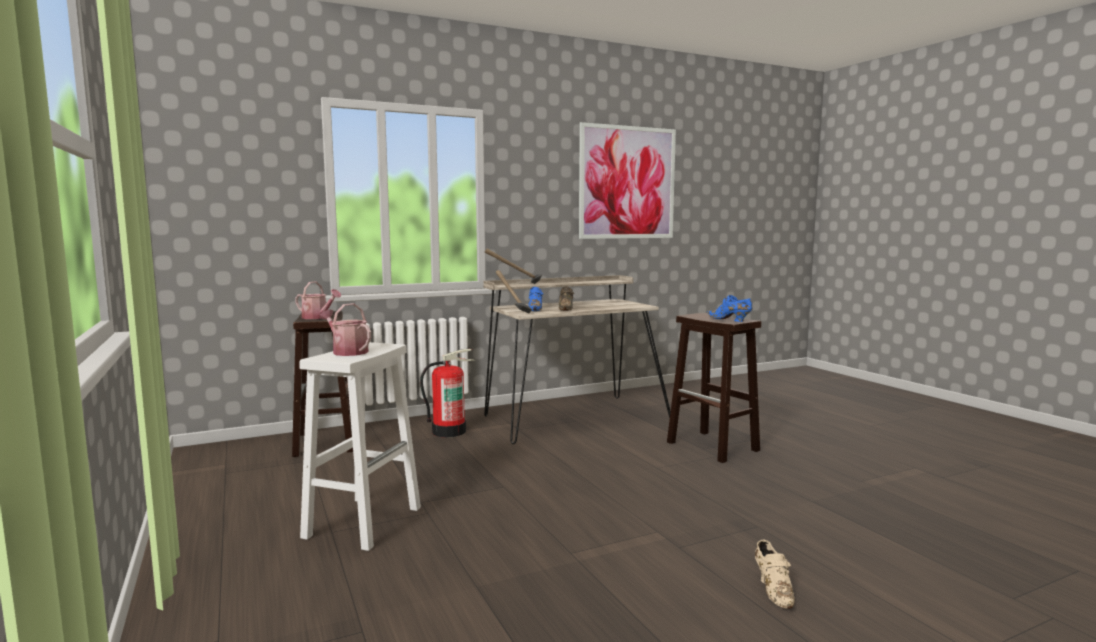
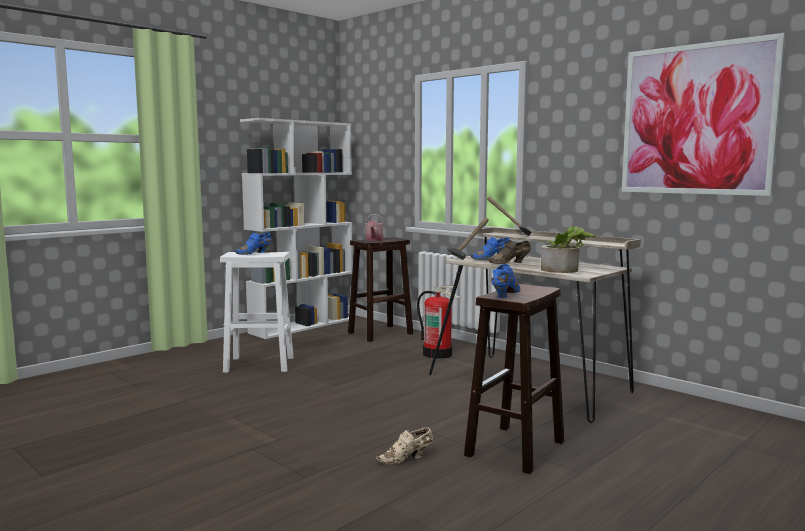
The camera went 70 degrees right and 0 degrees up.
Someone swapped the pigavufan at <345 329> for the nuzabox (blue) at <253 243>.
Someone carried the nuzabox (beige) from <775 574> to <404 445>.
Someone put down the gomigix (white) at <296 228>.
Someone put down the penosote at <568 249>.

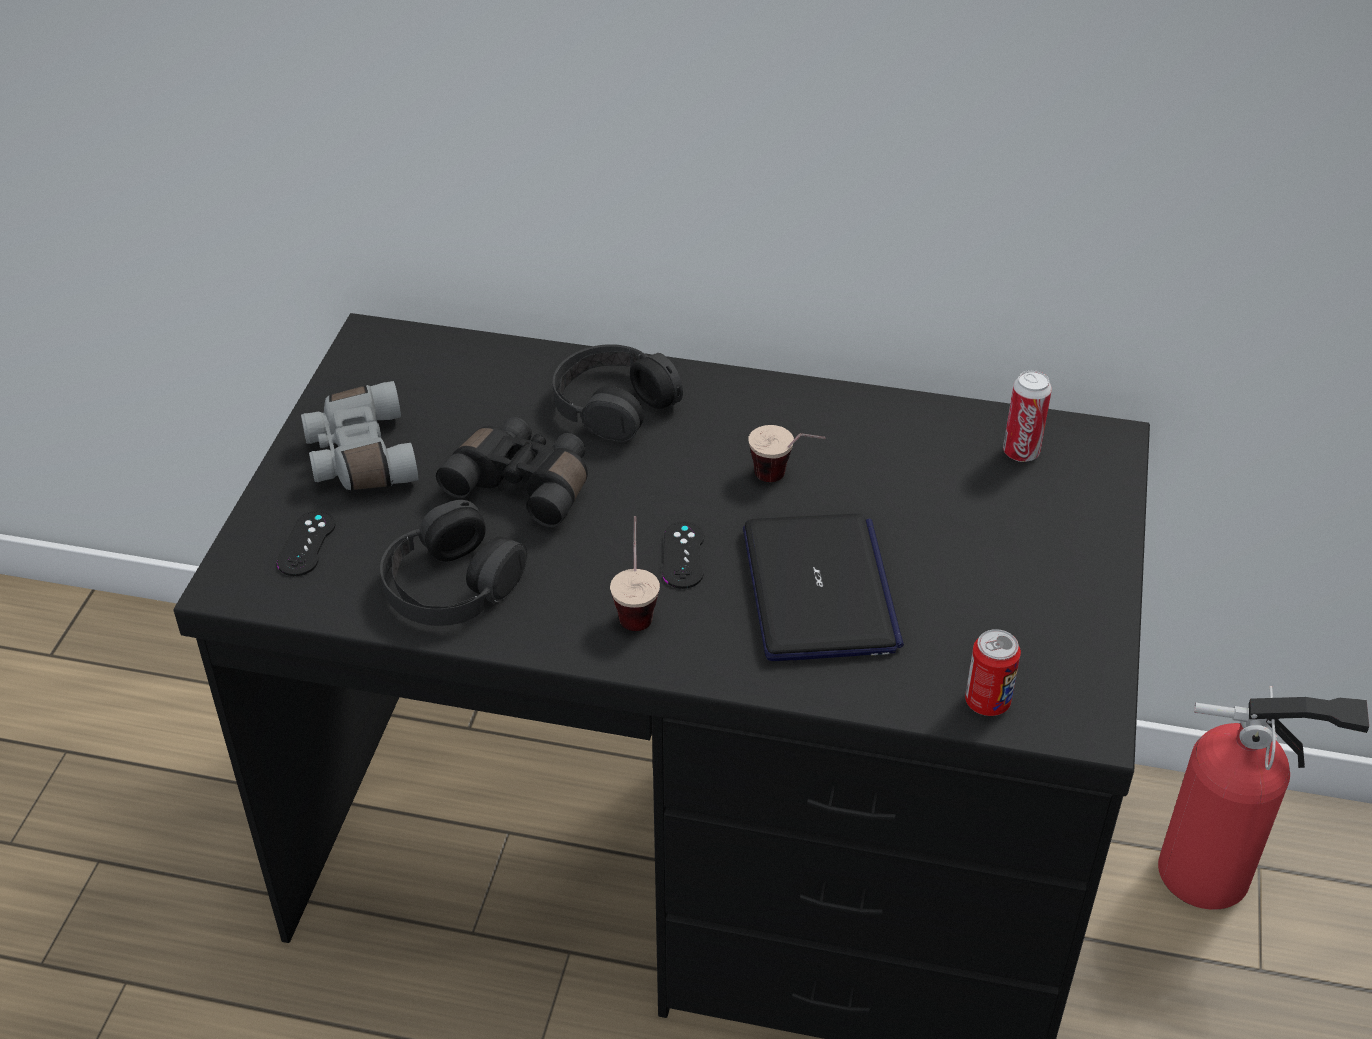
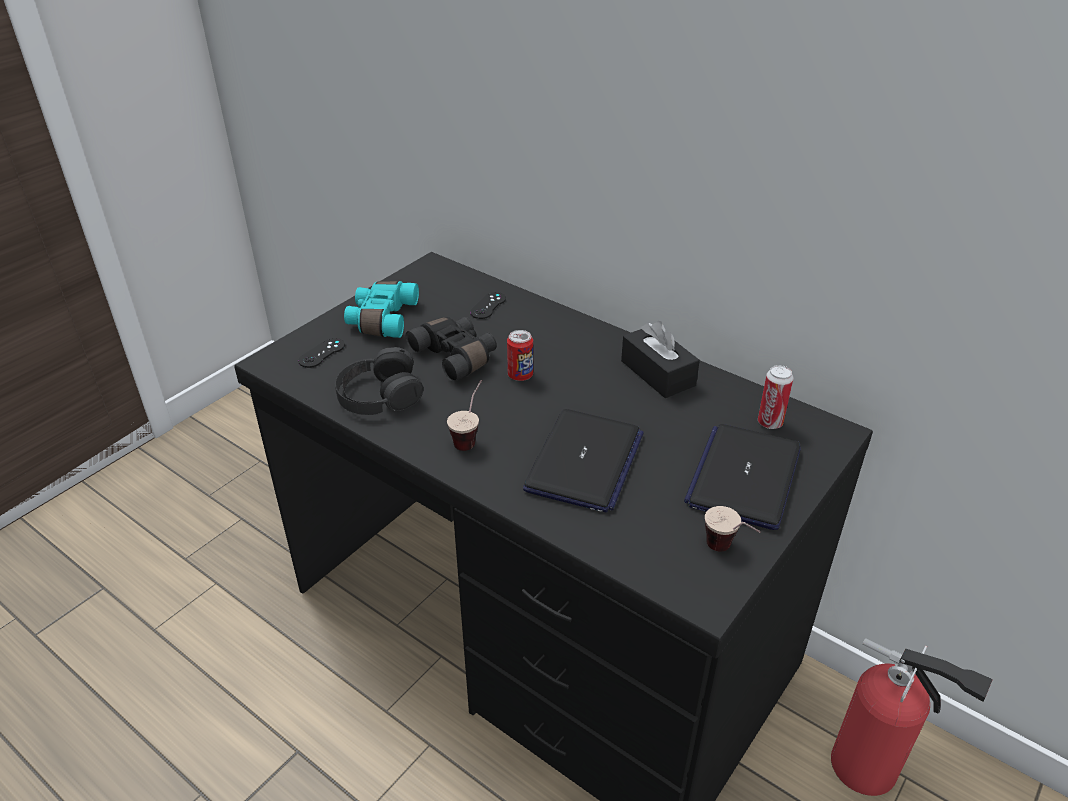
The camera went 25 degrees right and 5 degrees down.
Someone repainted the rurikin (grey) at <359 435>, which became the rurikin (turquoise) at <381 309>.
Someone took away the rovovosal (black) at <618 393>.
Someone carried the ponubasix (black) from <683 555> to <488 305>.
Someone carried the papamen from <787 453> to <733 529>.
Someone carried the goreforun from <993 672> to <520 355>.
Someone put down the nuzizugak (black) at <660 359>.
Someone put down the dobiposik at <742 477>.

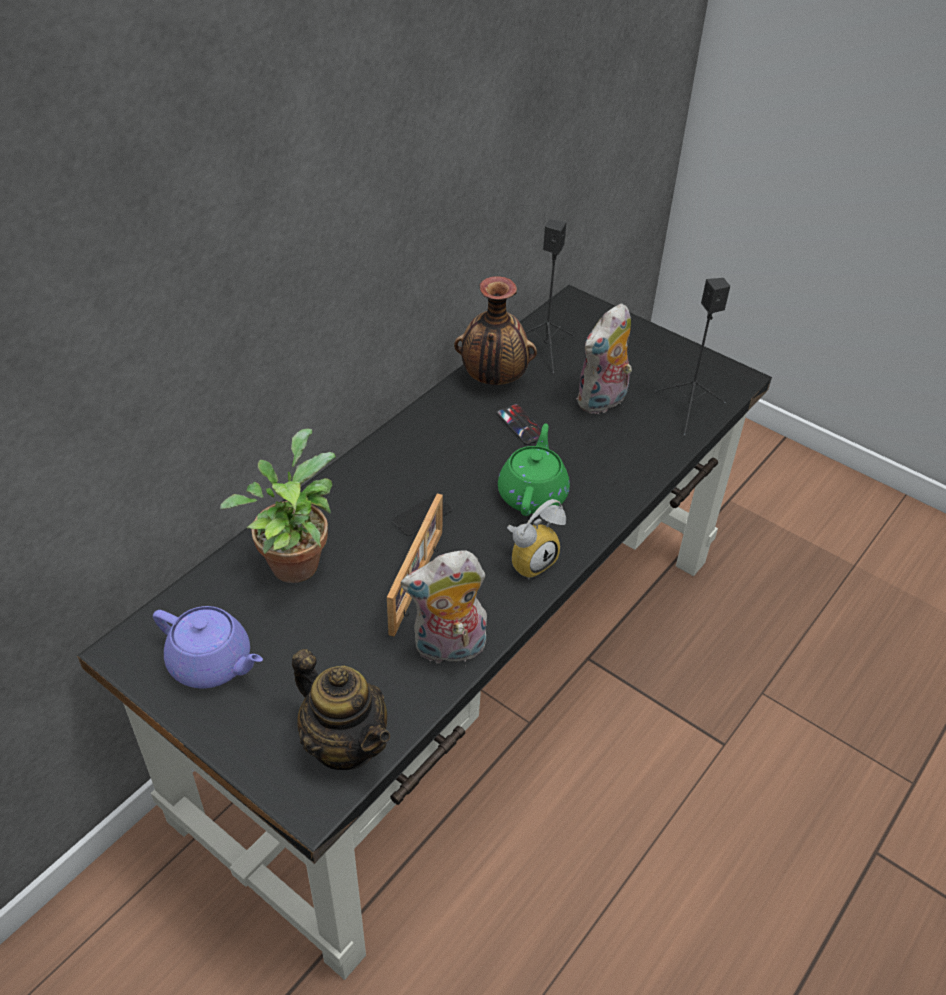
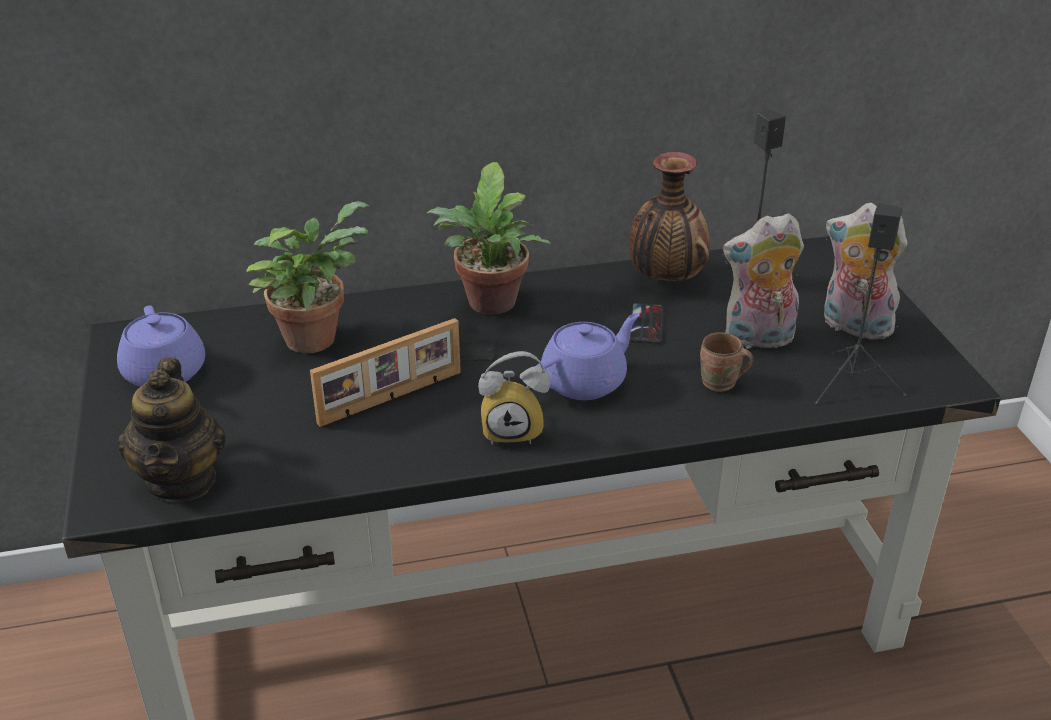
The camera went 40 degrees right and 10 degrees down.
Someone carried the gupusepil from <444 608> to <865 271>.
Someone repainted the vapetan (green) at <534 470>, which became the vapetan (purple) at <588 356>.
Someone put down the penosote at <488 238>.
Someone put down the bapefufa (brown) at <727 362>.

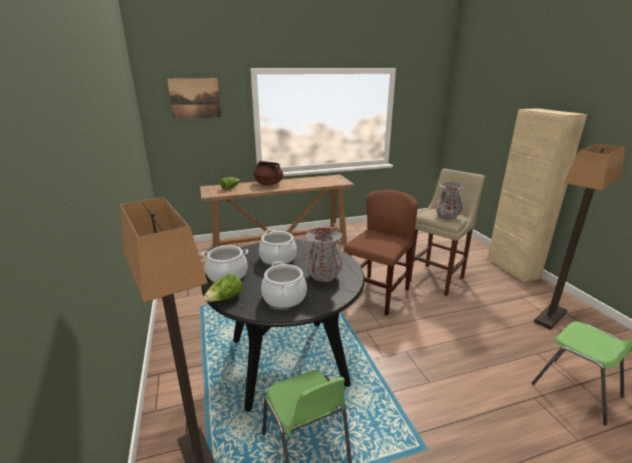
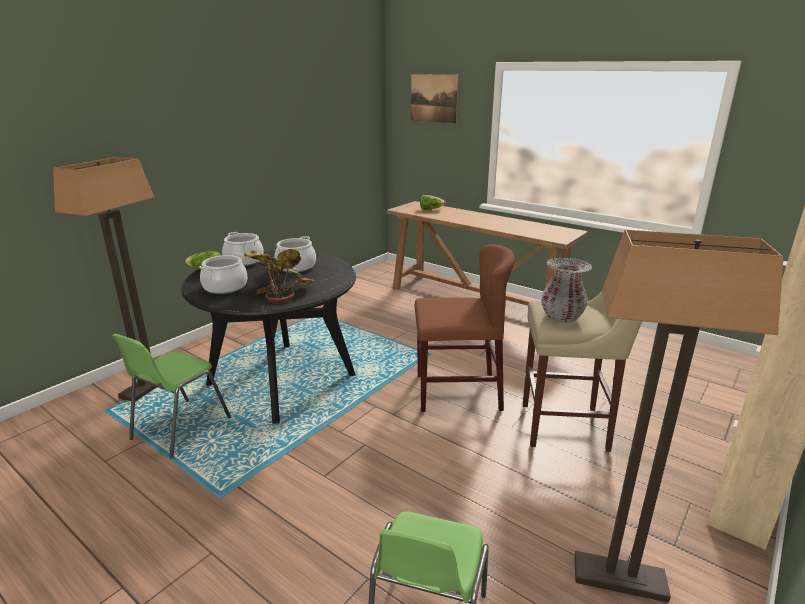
The camera went 55 degrees right and 0 degrees up.
Someone took away the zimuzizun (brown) at <268 173>.
Someone swapped the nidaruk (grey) at <324 255> for the penosote at <279 275>.

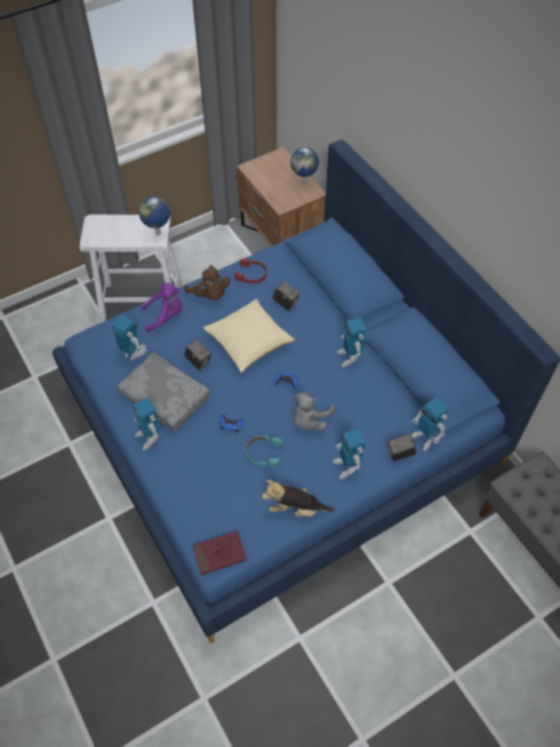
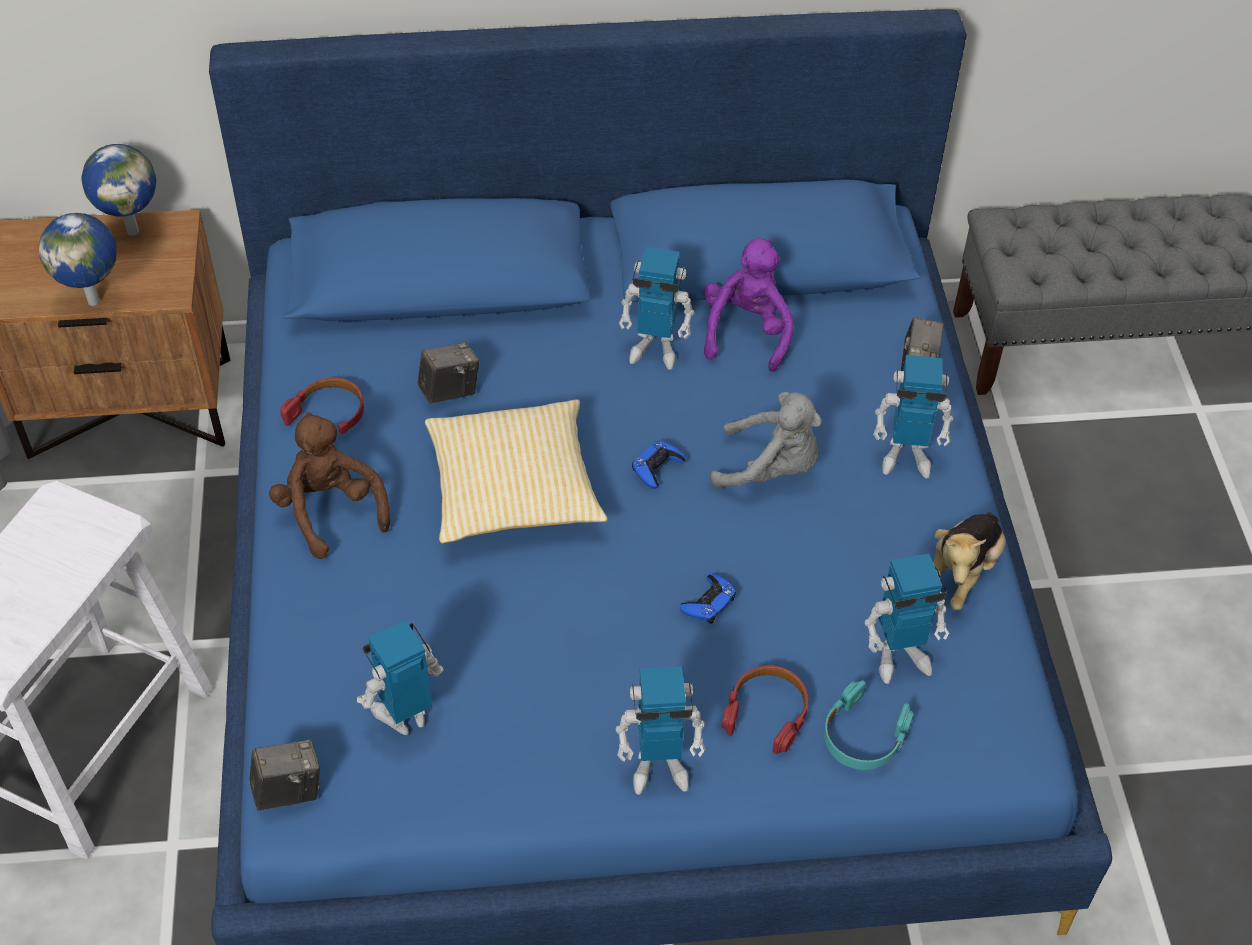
The camera went 65 degrees left and 5 degrees down.
Someone took away the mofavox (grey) at <164 392>.
Someone carried the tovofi from <154 216> to <78 259>.
Someone carried the gupusepil (purple) from <162 307> to <749 305>.
Someone rotated the gupusepil (brown) at <207 282> by 105 degrees counterclockwise.
Someone carried the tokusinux from <197 354> to <284 775>.
Someone took away the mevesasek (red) at <220 553>.
Someone carried the rovovosal (turquoise) from <264 451> to <869 725>.
Someone rotated the gupusepil (grey) at <314 411> by 45 degrees counterclockwise.
Someone carried the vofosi from <429 424> to <907 619>.
Someone put down the rovovosal (red) at <765 709>.

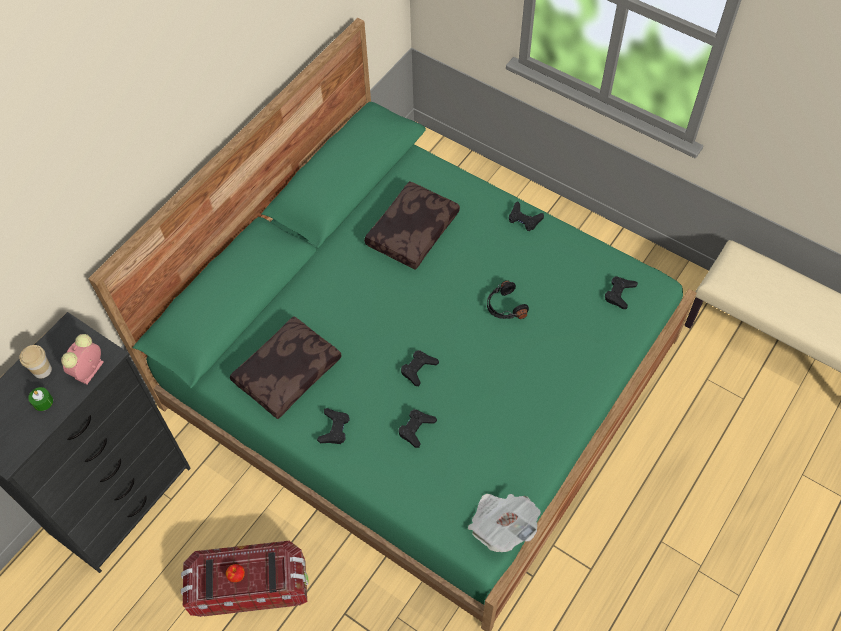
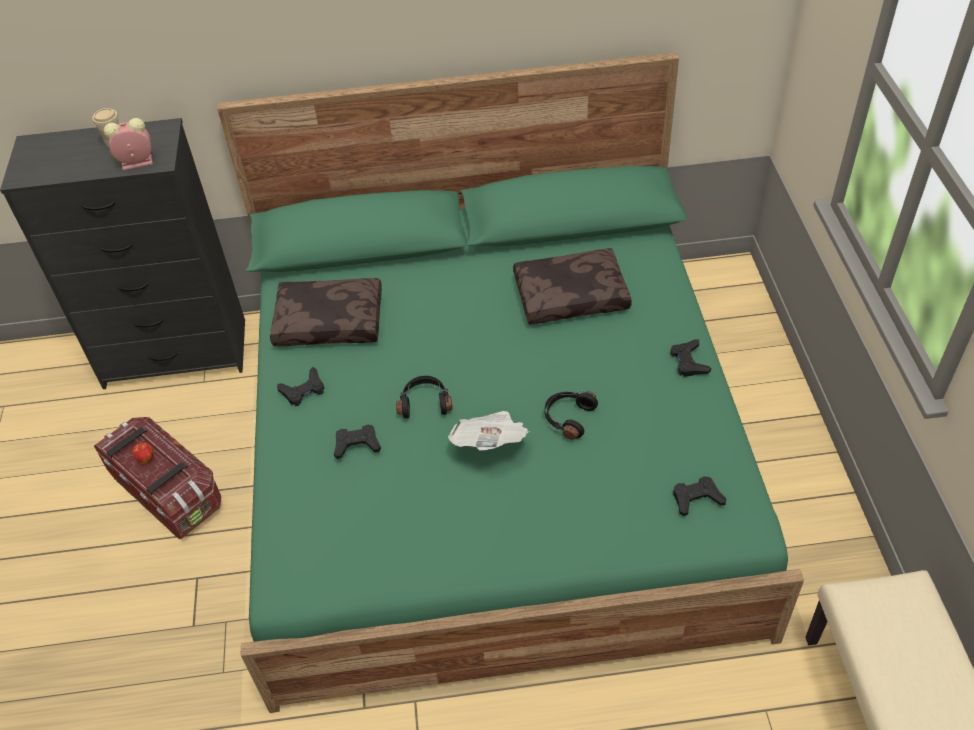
The camera went 50 degrees right and 10 degrees down.
Someone took away the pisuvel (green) at <40 399>.
Someone swapped the ponubasix (black) at <420 368> for the rovovosal (black) at <424 397>.
Someone carried the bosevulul from <504 523> to <488 430>.

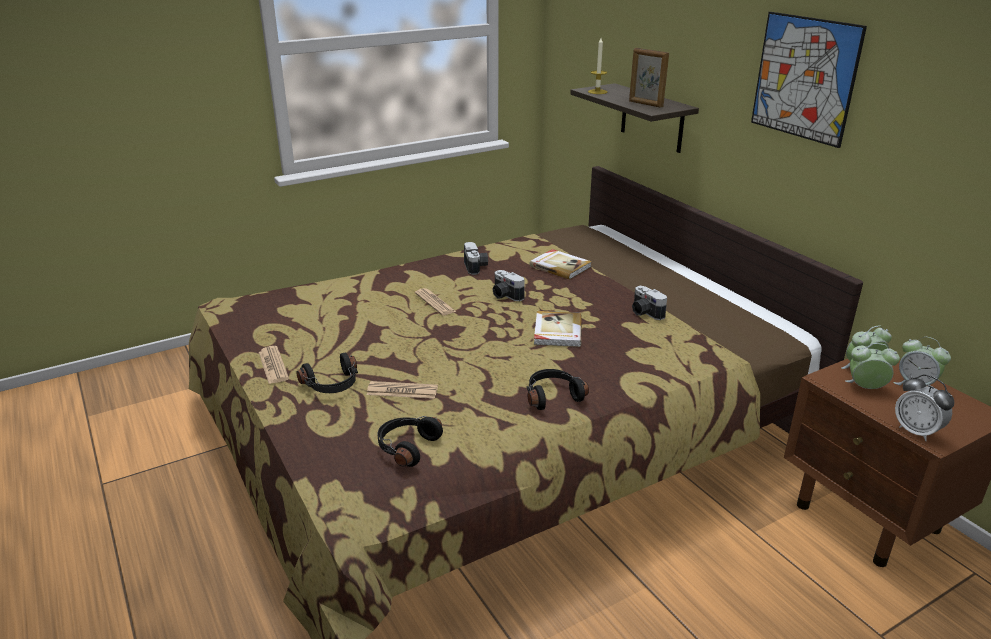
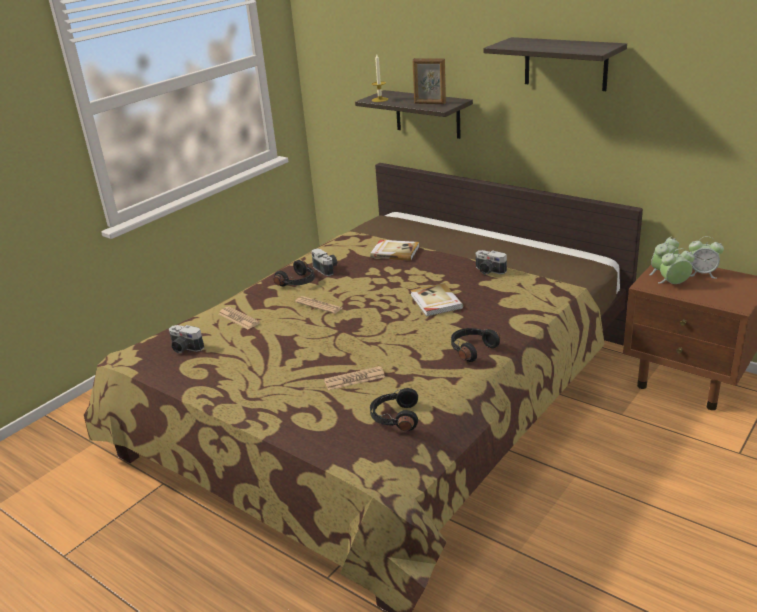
The camera went 20 degrees left and 0 degrees up.
Someone carried the bosevulul from <274 365> to <239 317>.
Someone carried the rovovosal (black) from <327 373> to <294 273>.
Someone carried the tokusinux from <508 285> to <187 339>.
Someone swapped the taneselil at <809 80> for the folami at <555 64>.
Someone took away the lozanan at <924 407>.

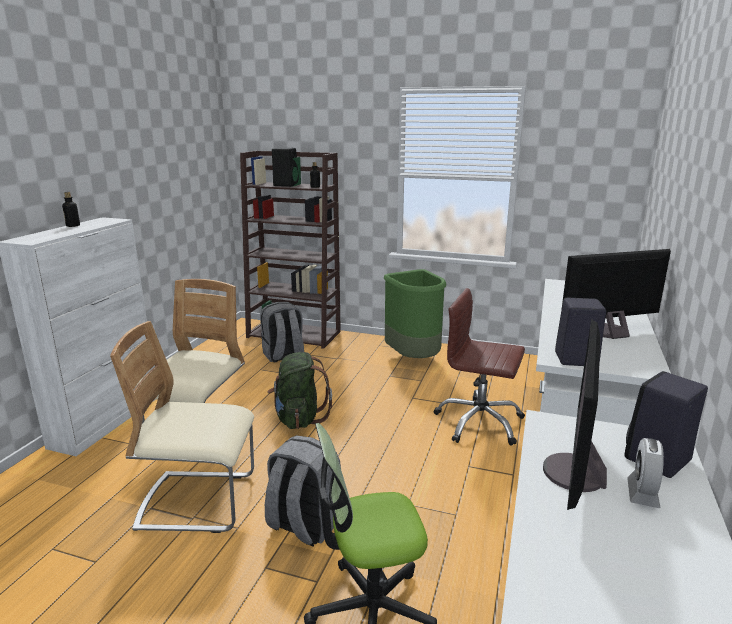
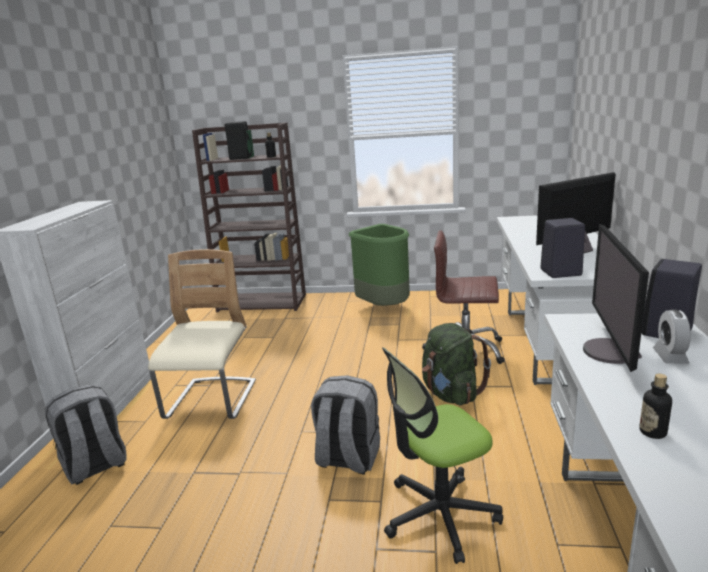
The camera went 10 degrees left and 0 degrees up.
Someone carried the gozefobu from <71 209> to <655 406>.
Someone took away the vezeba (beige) at <182 427>.
Someone carried the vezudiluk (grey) from <282 332> to <85 434>.
Someone carried the vezudiluk (green) from <300 390> to <456 364>.

